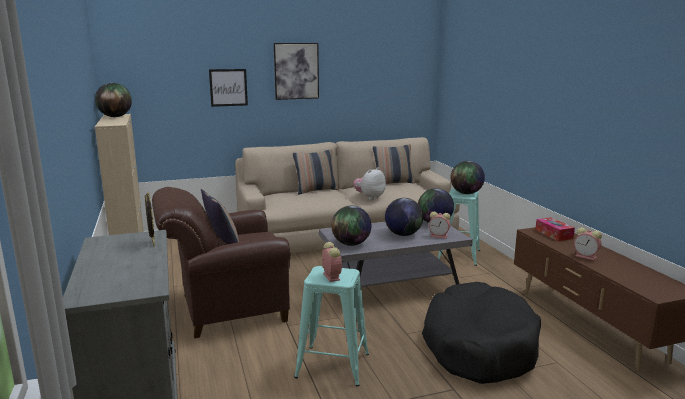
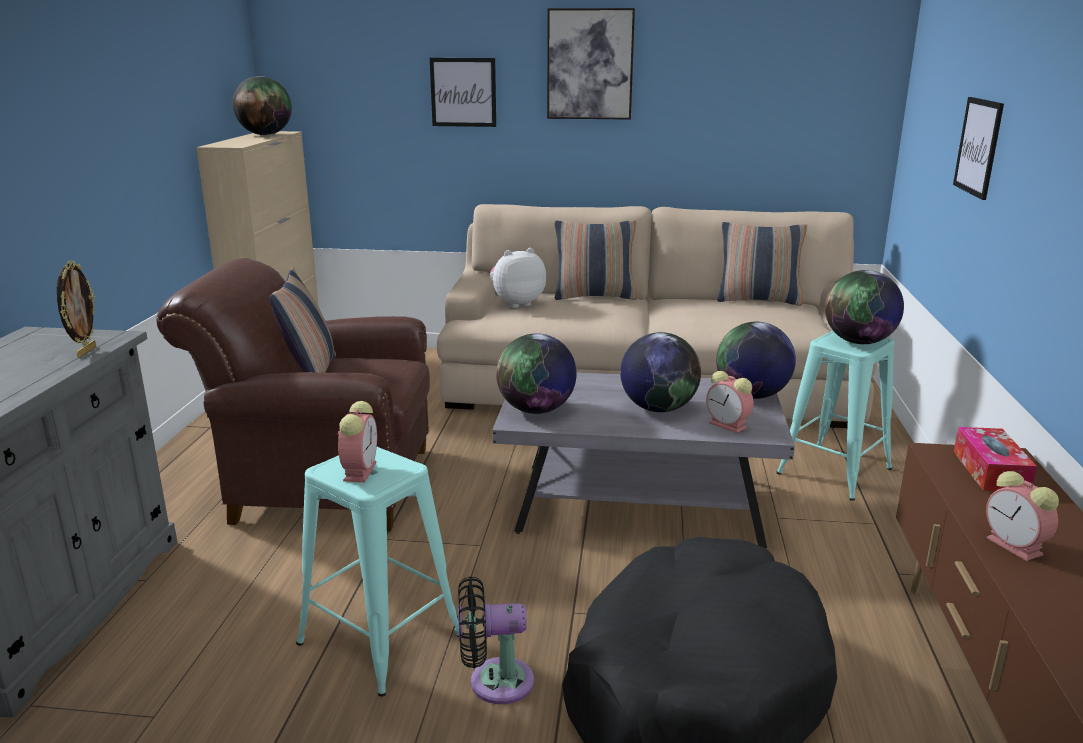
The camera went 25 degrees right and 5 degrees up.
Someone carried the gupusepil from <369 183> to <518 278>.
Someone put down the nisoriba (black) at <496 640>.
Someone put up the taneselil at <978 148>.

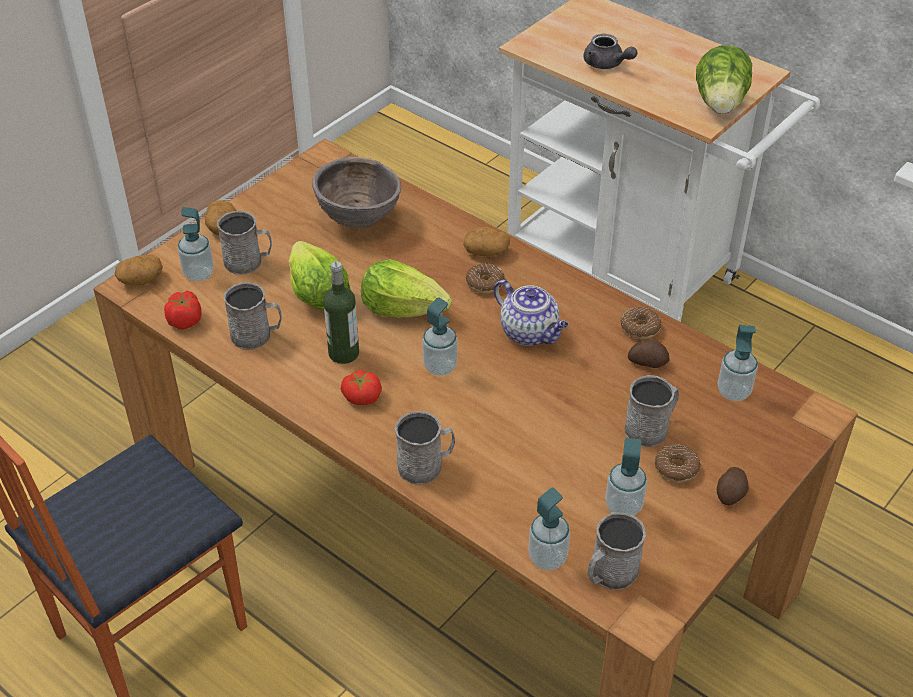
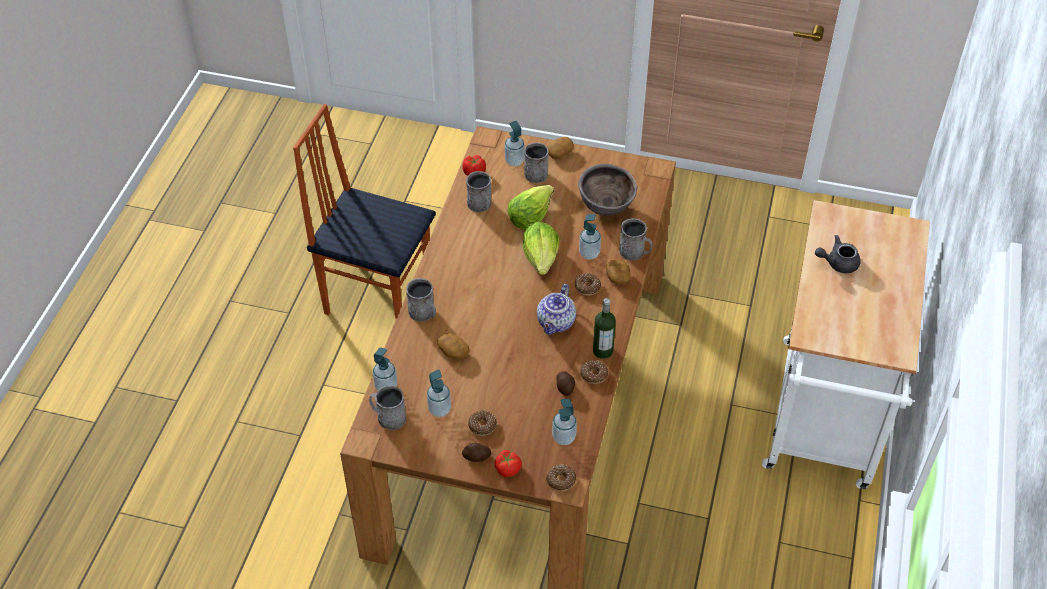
The camera went 65 degrees right and 5 degrees up.
Someone carried the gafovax from <139 270> to <453 346>.
Someone carried the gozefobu from <341 312> to <604 328>.
Someone carried the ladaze from <361 387> to <508 463>.
Someone carried the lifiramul from <440 336> to <590 237>.
Someone rotated the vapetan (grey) at <610 51> by 60 degrees clockwise.
Someone carried the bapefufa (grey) from <652 411> to <635 239>.
Someone took away the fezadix at <724 79>.
Someone put down the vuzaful at <561 477>.

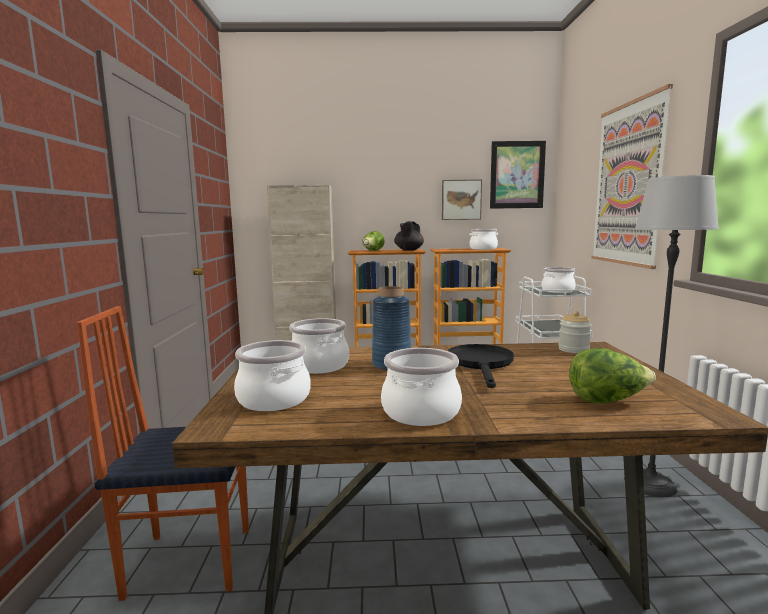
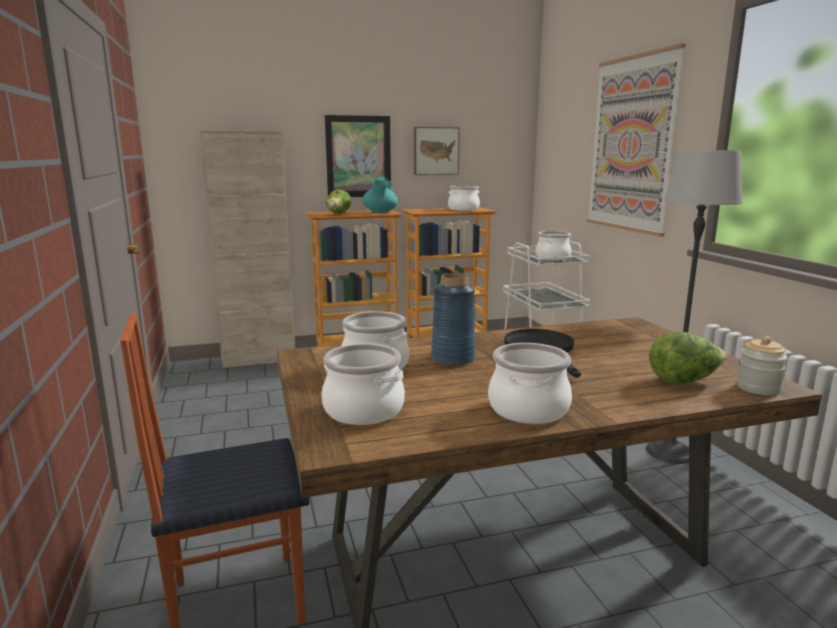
The camera went 15 degrees left and 5 degrees up.
Someone repainted the vapetan (black) at <409 236>, which became the vapetan (turquoise) at <380 195>.
Someone carried the taneselil from <518 175> to <358 156>.
Someone carried the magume from <575 332> to <762 365>.

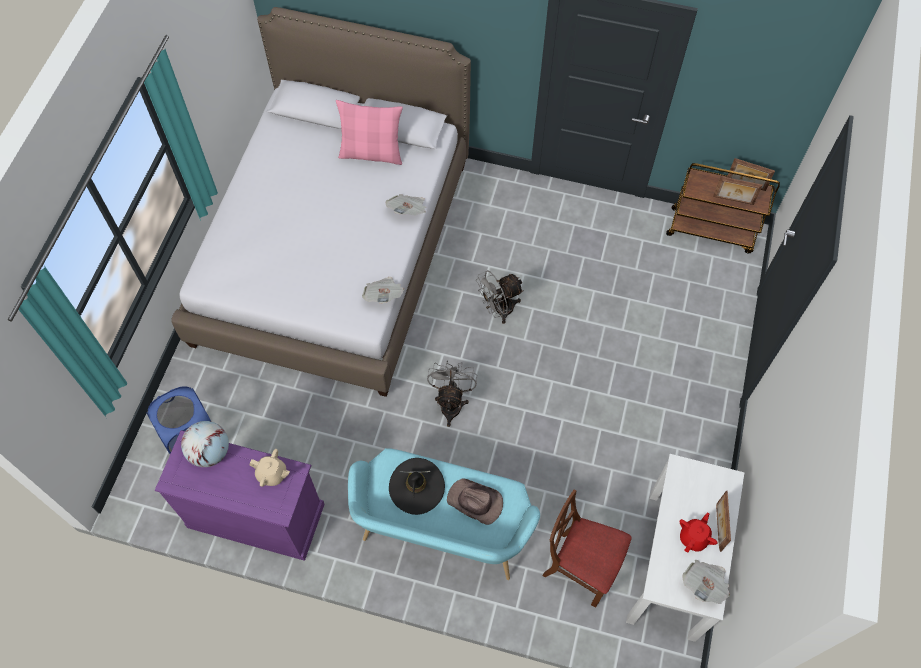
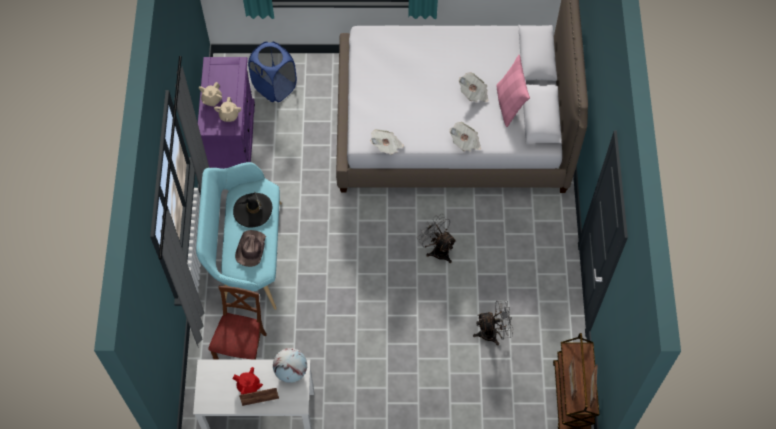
The camera went 75 degrees right and 0 degrees up.
Someone carried the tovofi from <205 444> to <290 365>.
Someone carried the nisoriba (grey) from <452 393> to <493 322>.
Someone carried the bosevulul from <706 581> to <473 87>.
Someone put down the vapetan (beige) at <210 94>.

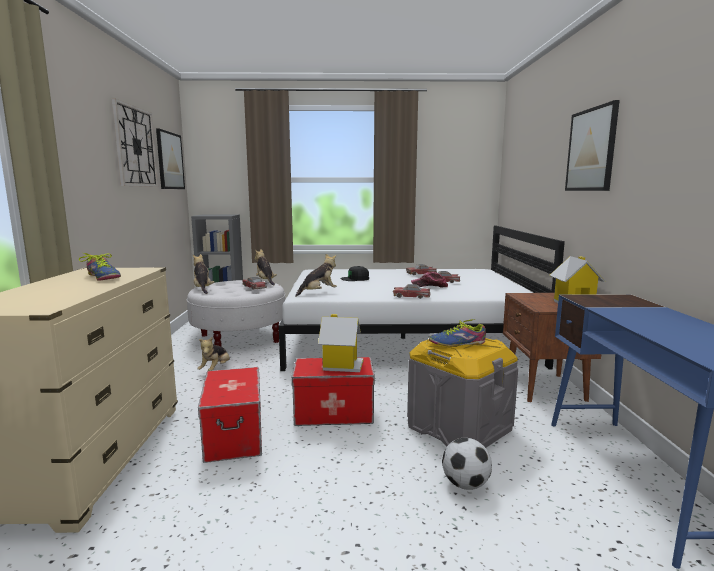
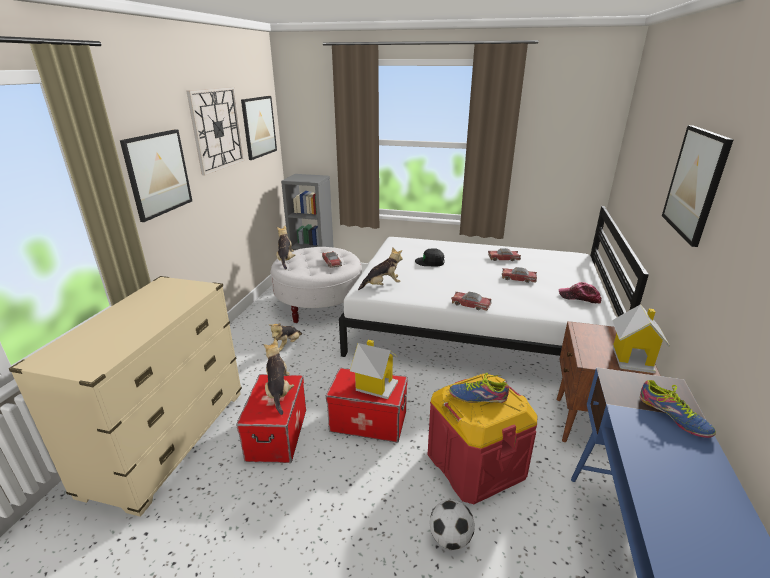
The camera went 15 degrees right and 15 degrees up.
Someone carried the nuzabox from <100 267> to <678 409>.
Someone carried the gupusepil from <266 267> to <278 377>.
Someone repainted the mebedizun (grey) at <462 393>, which became the mebedizun (red) at <482 439>.
Someone carried the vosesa from <429 280> to <580 292>.
Someone put up the taneselil at <156 175>.

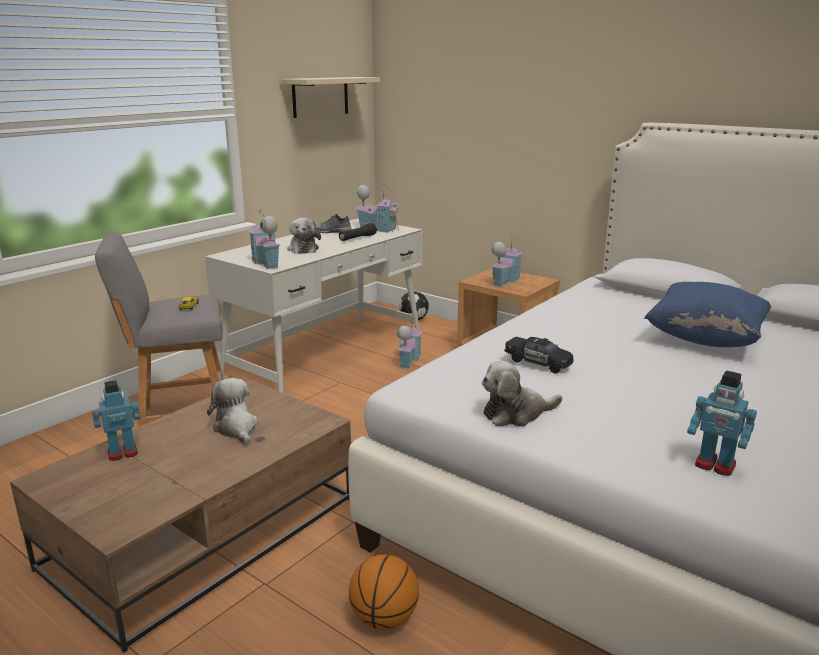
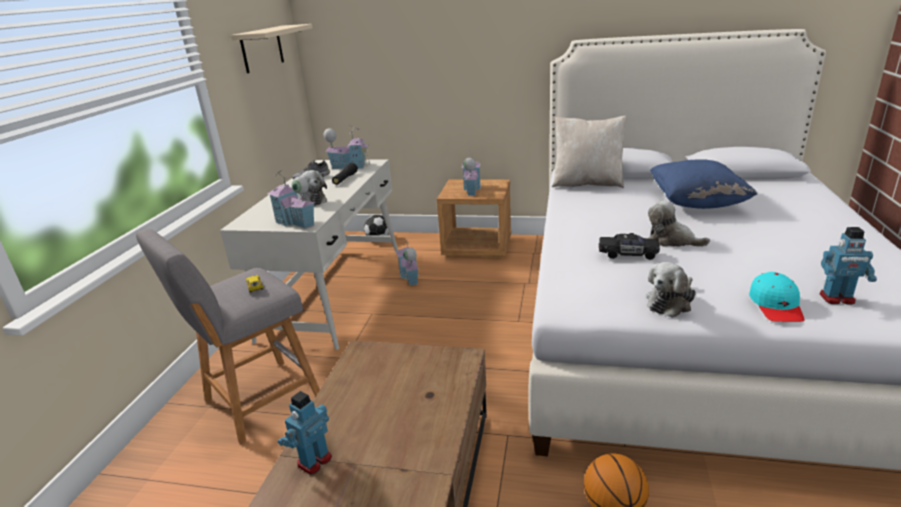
The camera went 25 degrees left and 5 degrees up.
Someone carried the gupusepil from <232 411> to <679 223>.
Someone put down the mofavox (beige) at <589 152>.
Someone put down the vosesa (turquoise) at <776 297>.

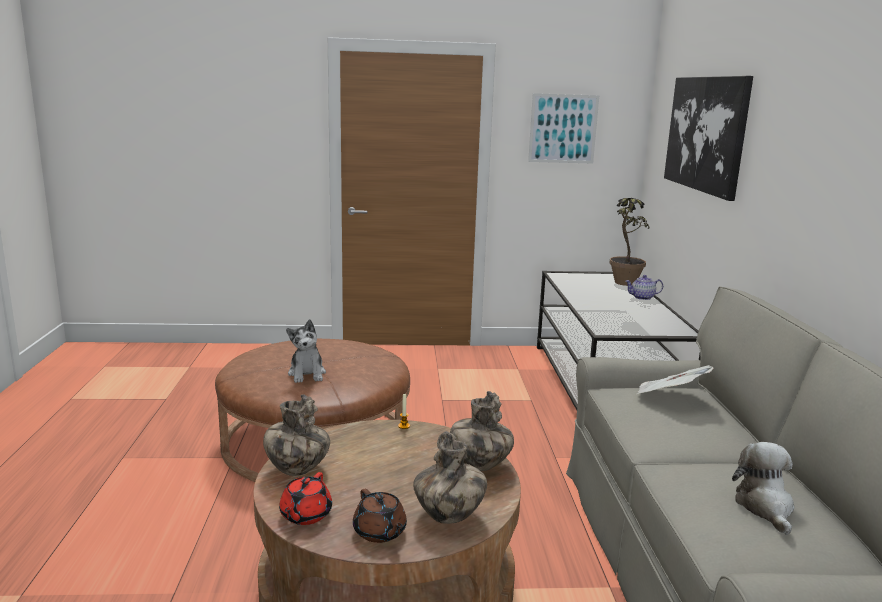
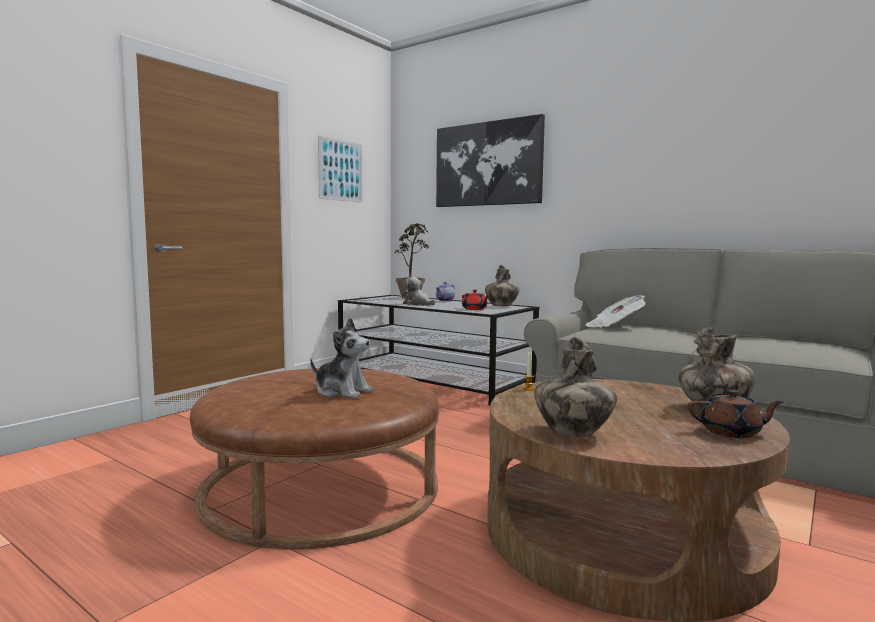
The camera went 50 degrees left and 10 degrees down.
Someone carried the vapetan (red) from <305 498> to <475 300>.
Someone carried the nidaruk from <482 431> to <502 286>.
Someone carried the gupusepil from <763 488> to <418 291>.

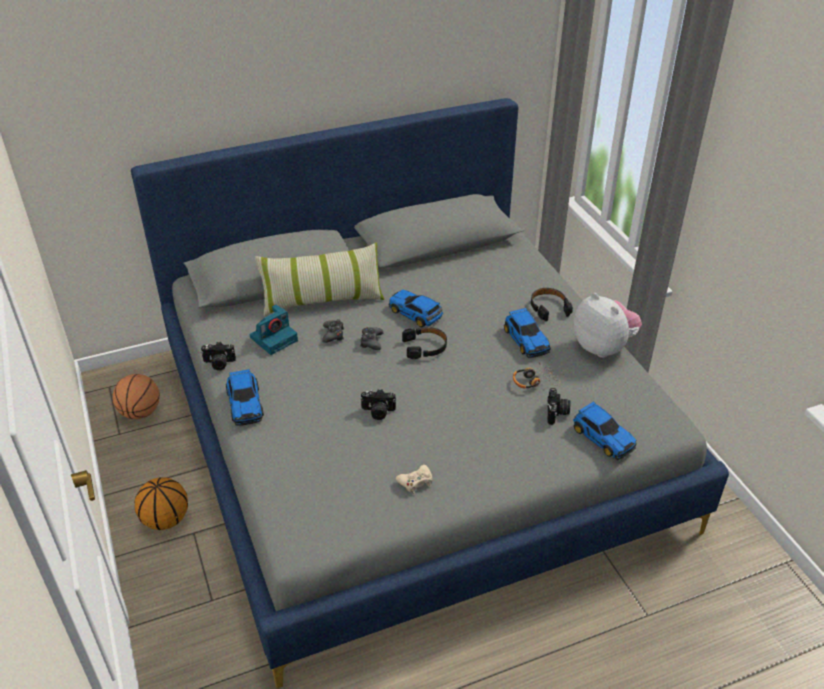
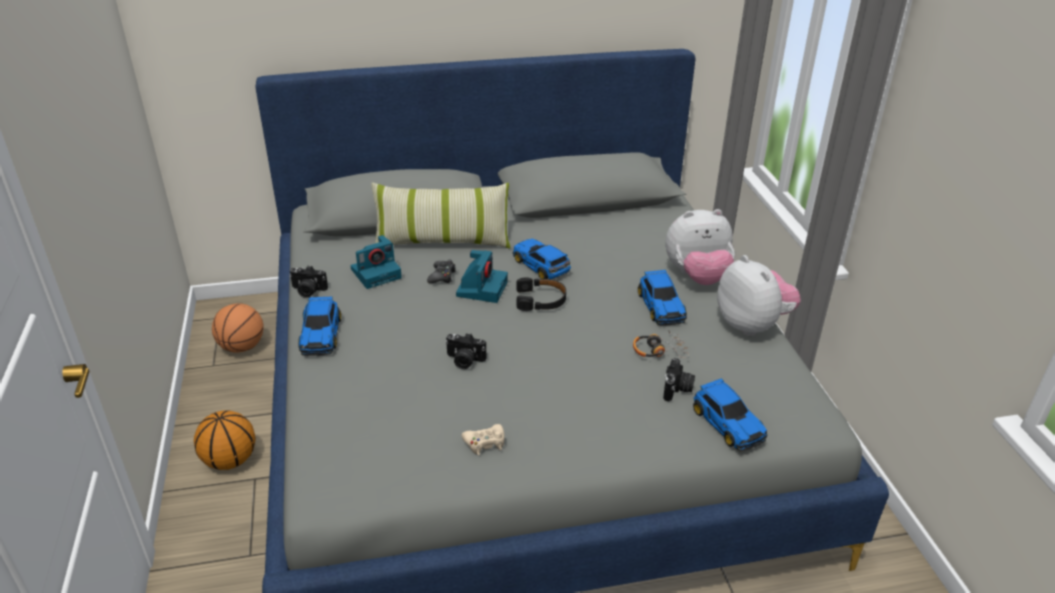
The camera went 10 degrees right and 5 degrees down.
Someone swapped the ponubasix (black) at <371 338> for the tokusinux at <482 276>.
Someone swapped the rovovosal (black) at <552 304> for the gupusepil at <700 247>.

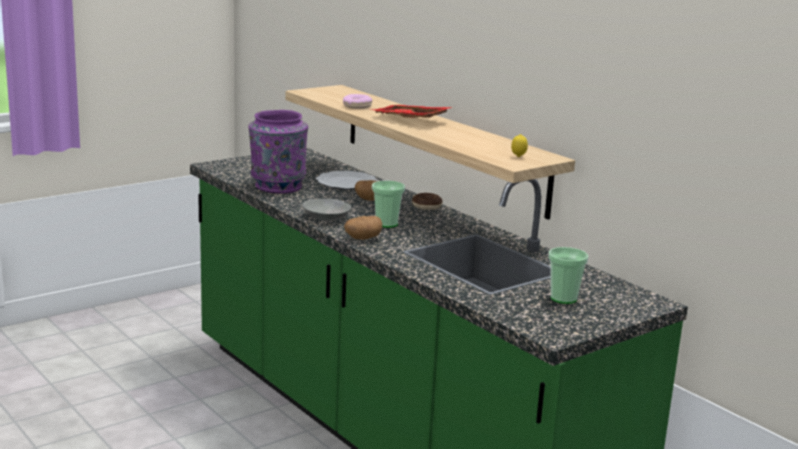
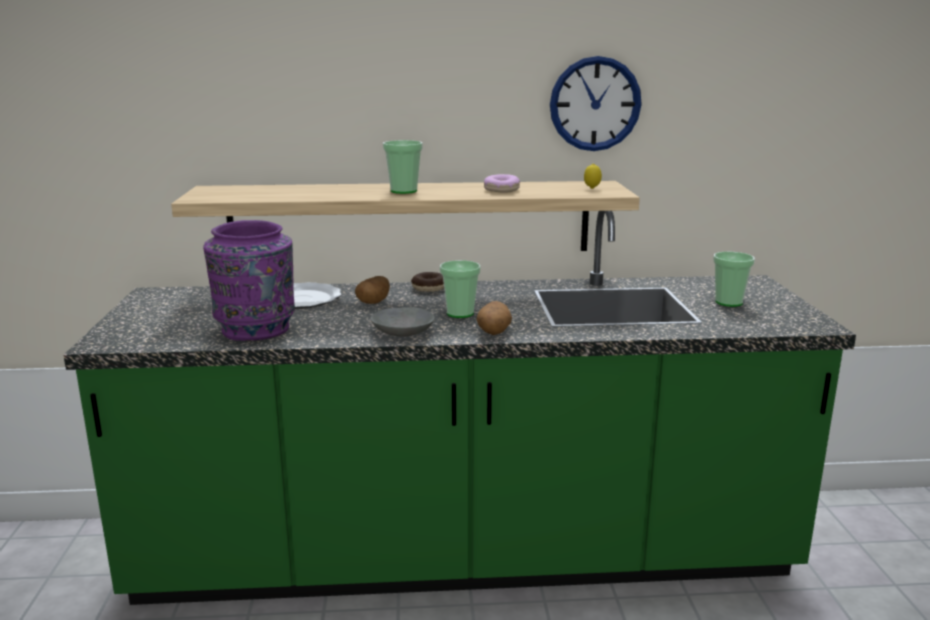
The camera went 55 degrees left and 0 degrees up.
Someone carried the vuzaful from <357 101> to <502 183>.
Someone swapped the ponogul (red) at <414 111> for the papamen at <403 167>.
Someone put up the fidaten at <596 103>.

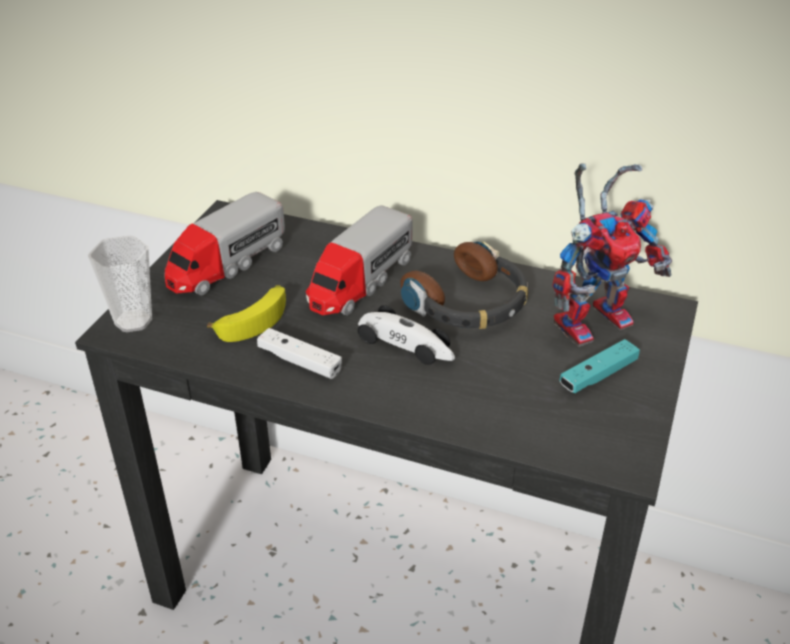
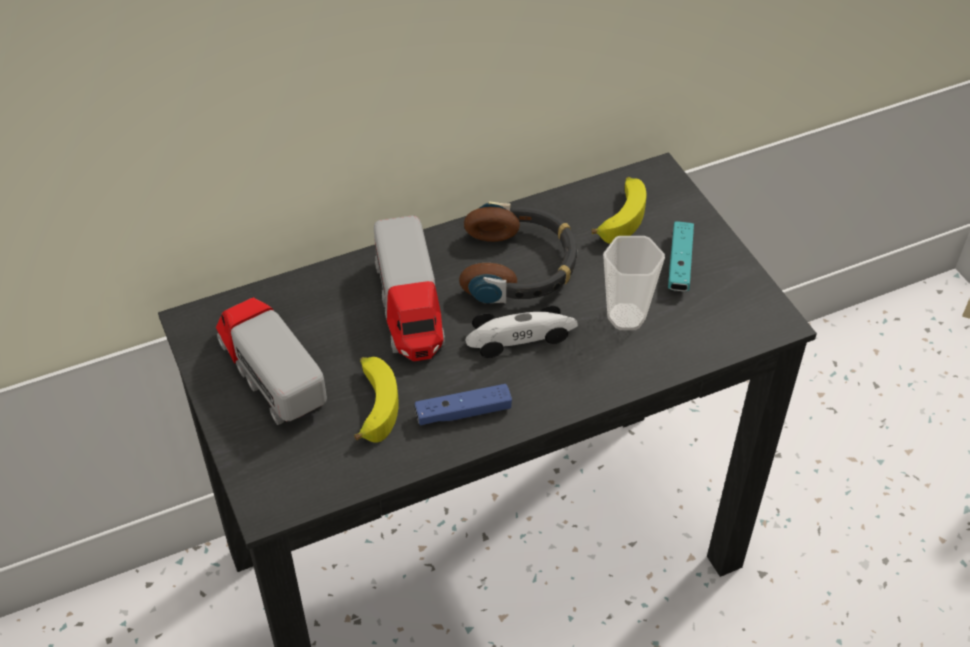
The camera went 45 degrees left and 10 degrees up.
Someone carried the papamen from <120 283> to <634 283>.
Someone rotated the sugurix at <225 243> by 150 degrees clockwise.
Someone repainted the ponubasix (white) at <299 353>, which became the ponubasix (blue) at <463 404>.
Someone swapped the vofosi at <612 255> for the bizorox at <619 210>.

